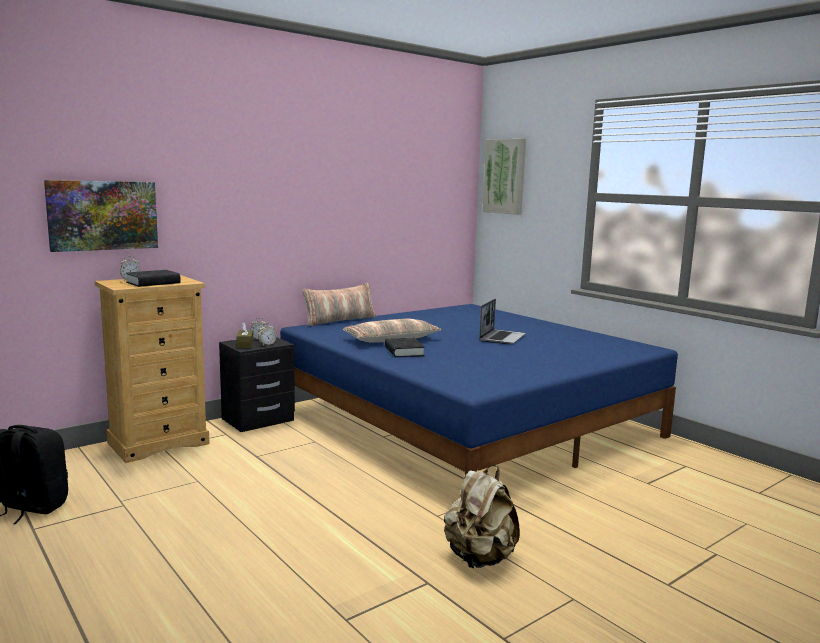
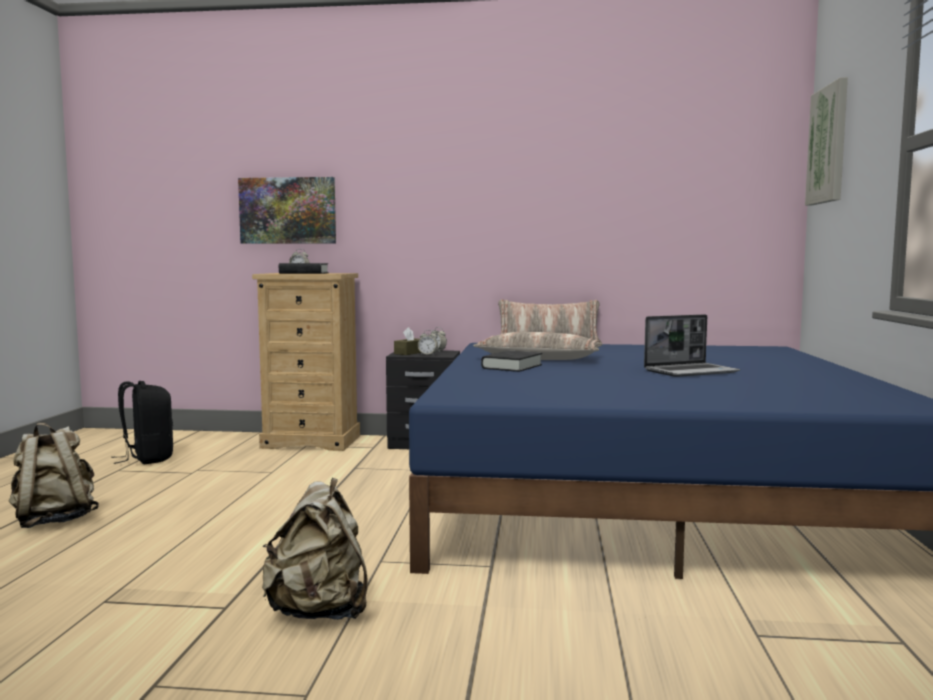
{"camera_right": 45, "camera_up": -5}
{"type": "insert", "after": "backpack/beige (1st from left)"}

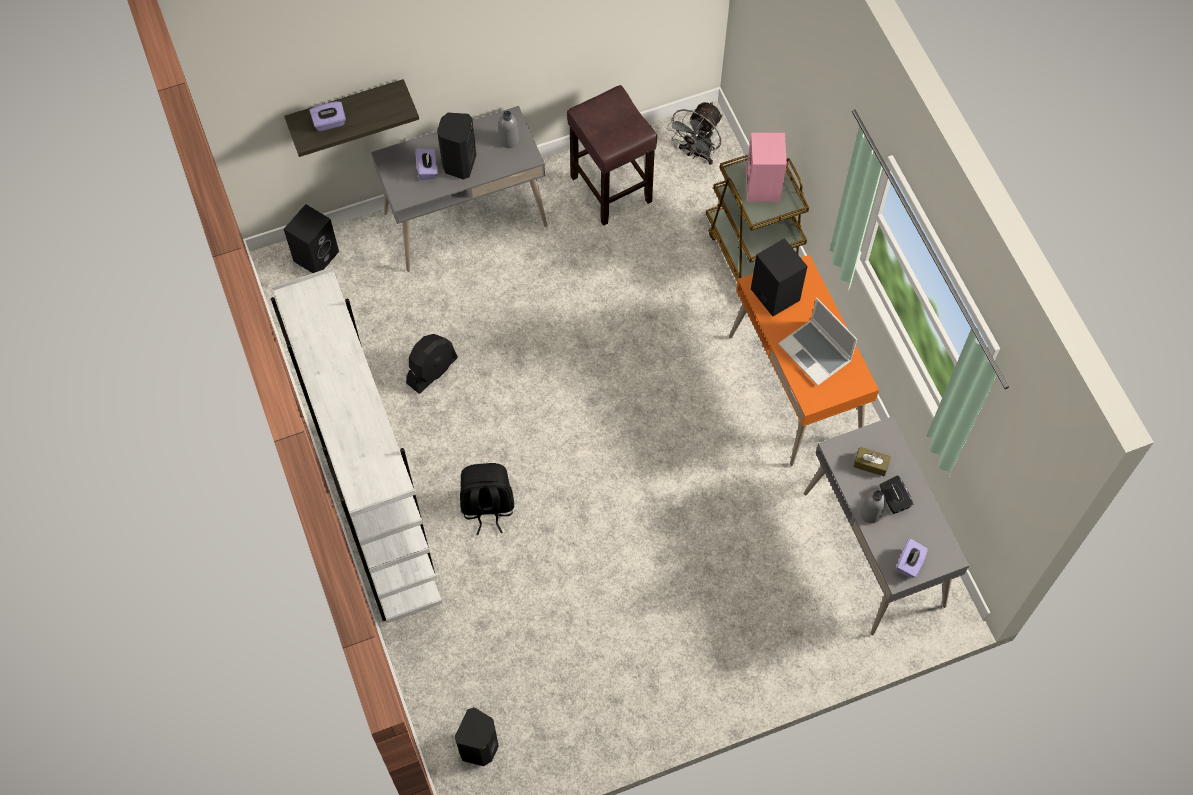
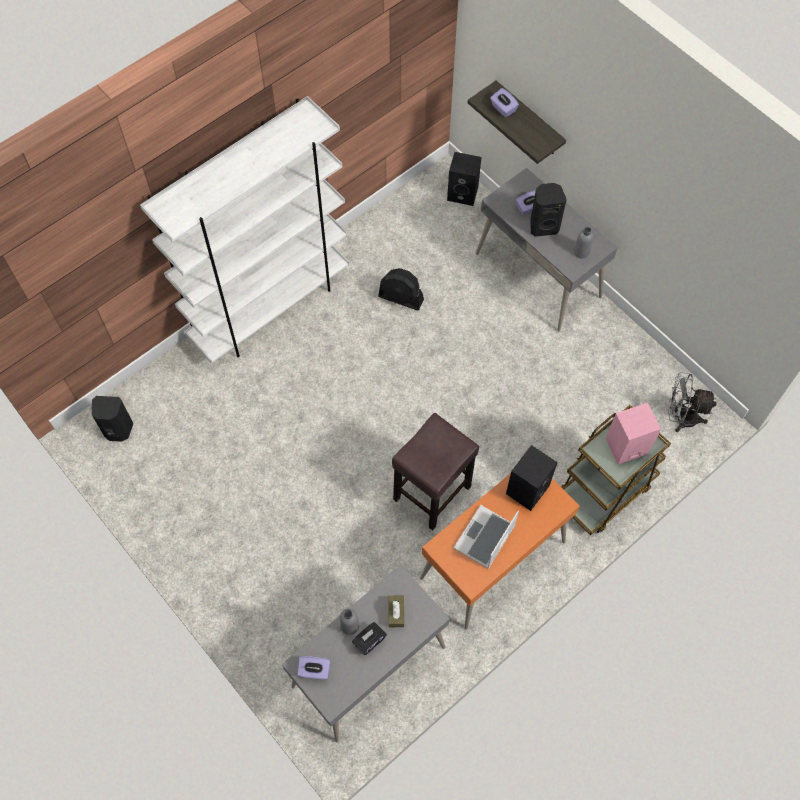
{"camera_right": 70, "camera_up": 0}
{"type": "move", "before": "stool/brown"}
{"type": "delete", "before": "backpack/black"}

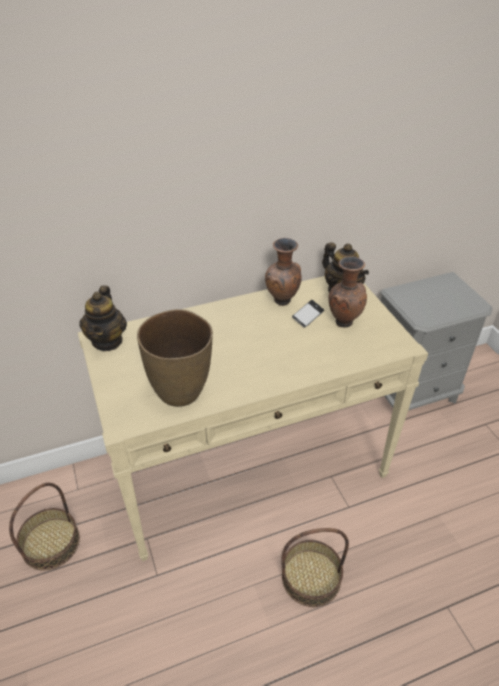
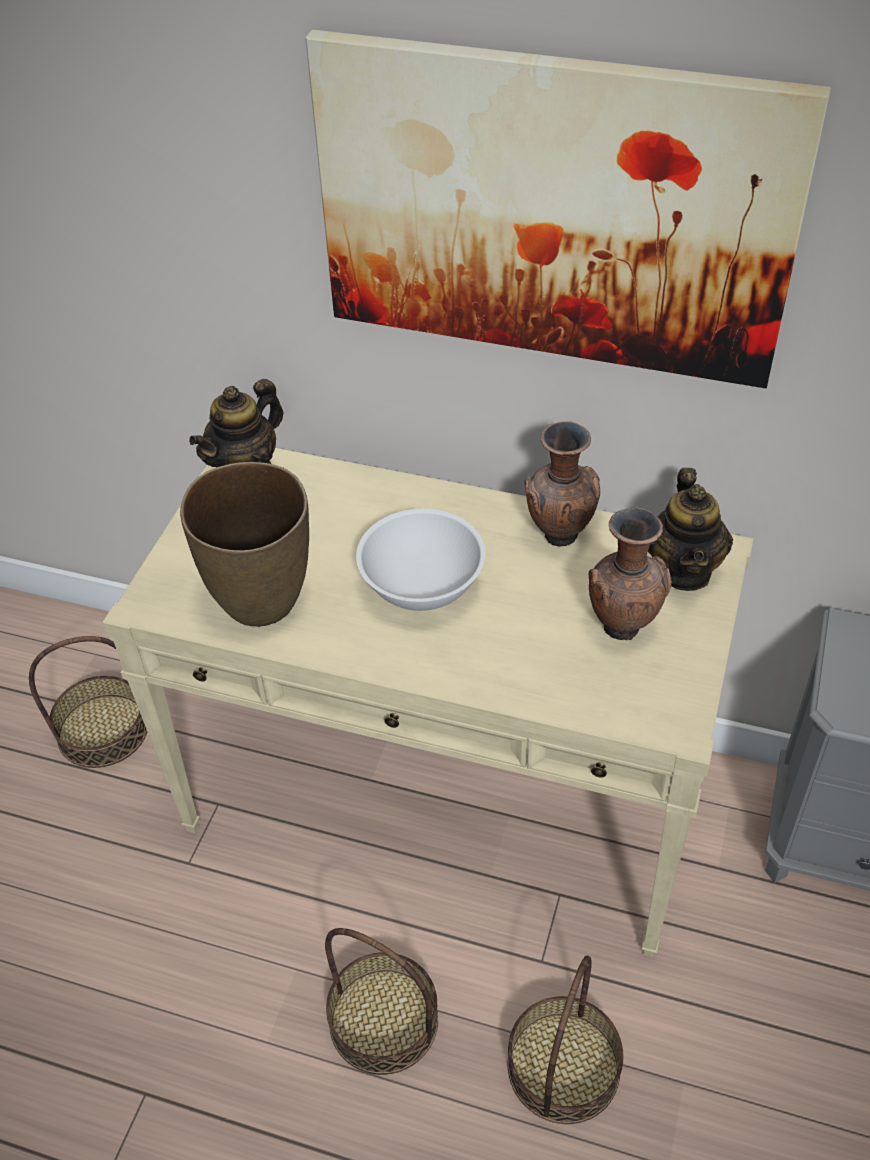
{"camera_right": 40, "camera_up": 5}
{"type": "insert", "after": "picture"}
{"type": "insert", "after": "bowl/white"}
{"type": "insert", "after": "basket (3rd from left)"}
{"type": "delete", "before": "phone"}

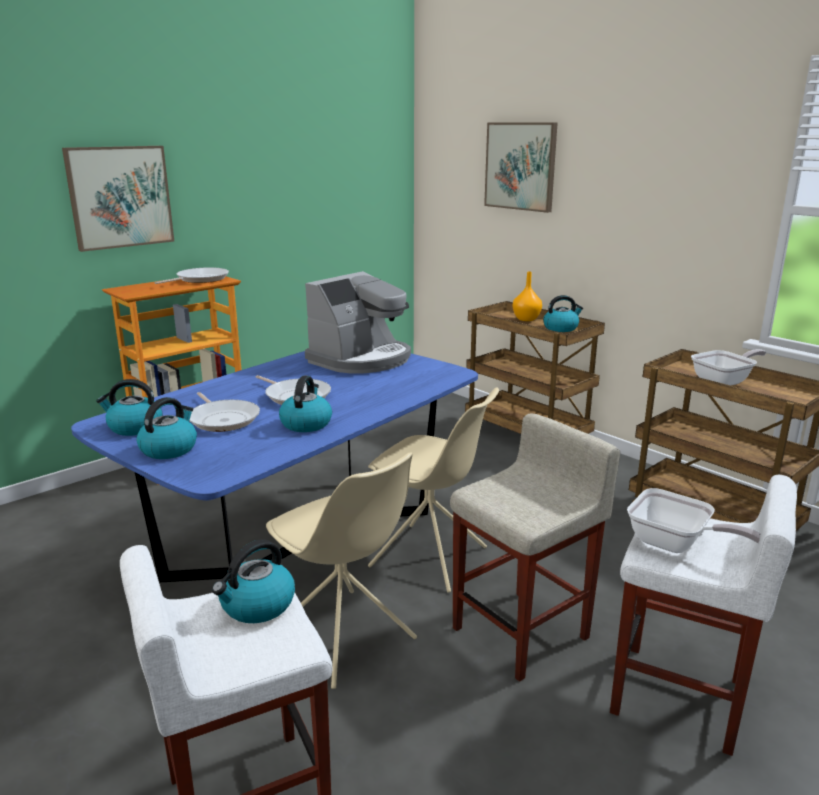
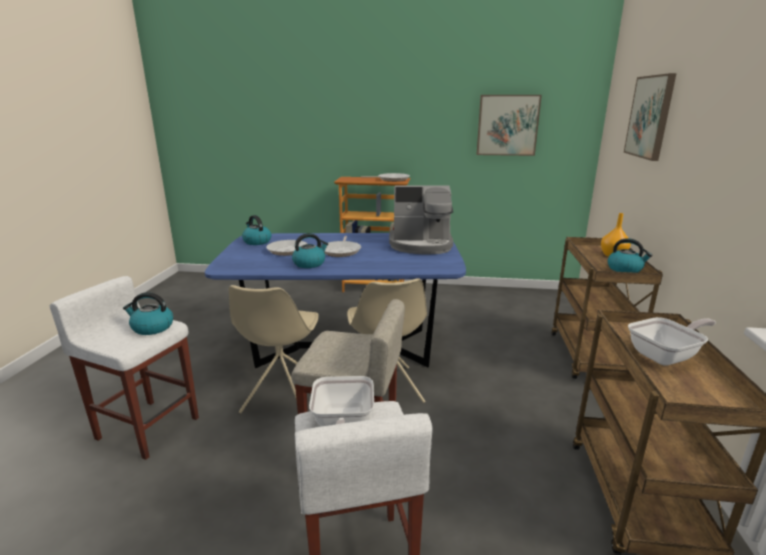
{"camera_right": 50, "camera_up": 0}
{"type": "move", "before": "picture (1st from left)"}
{"type": "rotate", "before": "frying pan (5th from left)", "turn": -45}
{"type": "delete", "before": "kettle (2nd from left)"}

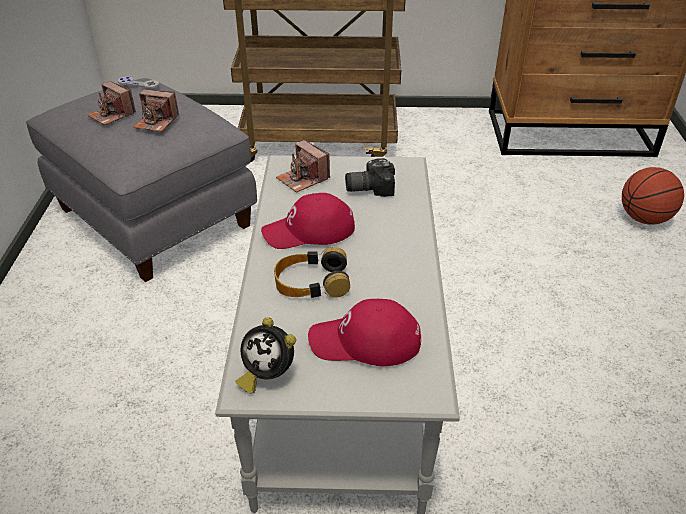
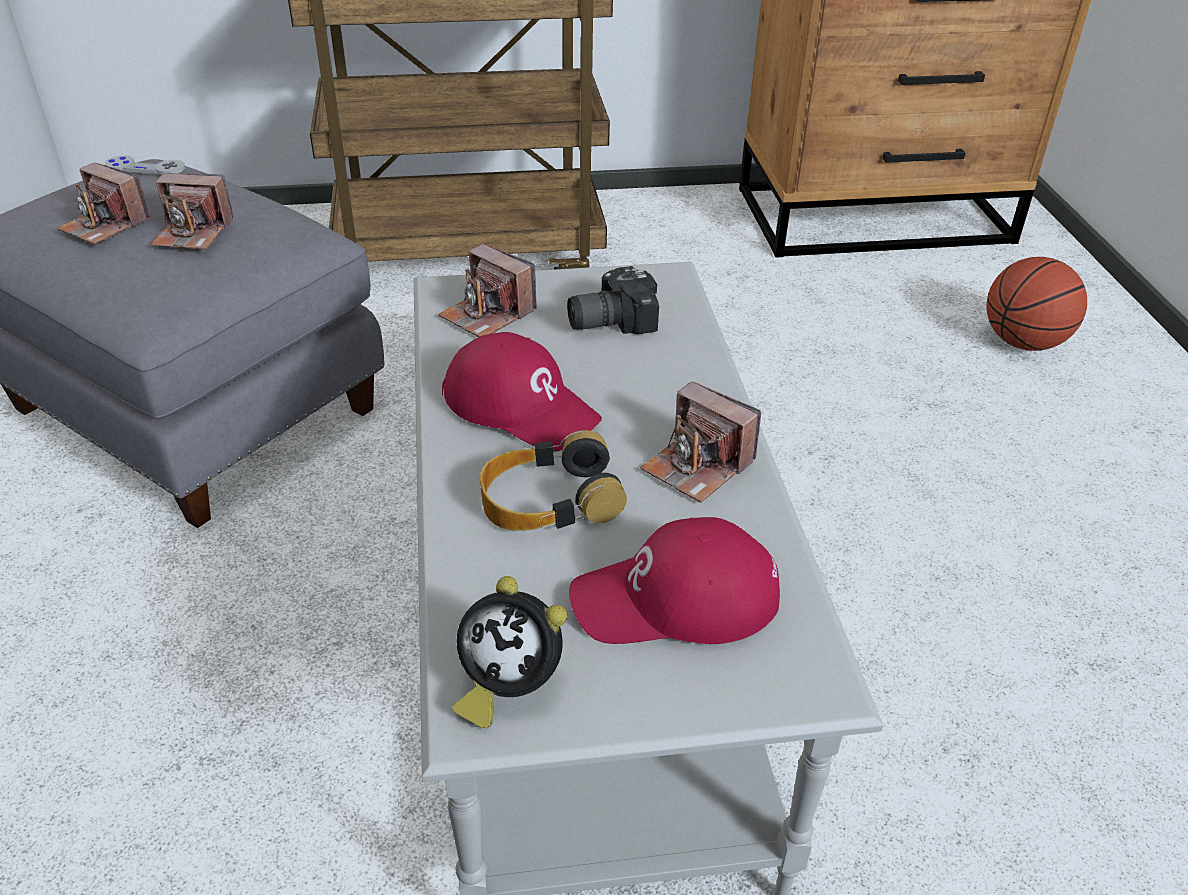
{"camera_right": -10, "camera_up": 0}
{"type": "rotate", "before": "cap/red (1st from left)", "turn": -120}
{"type": "insert", "after": "photo camera (5th from left)"}

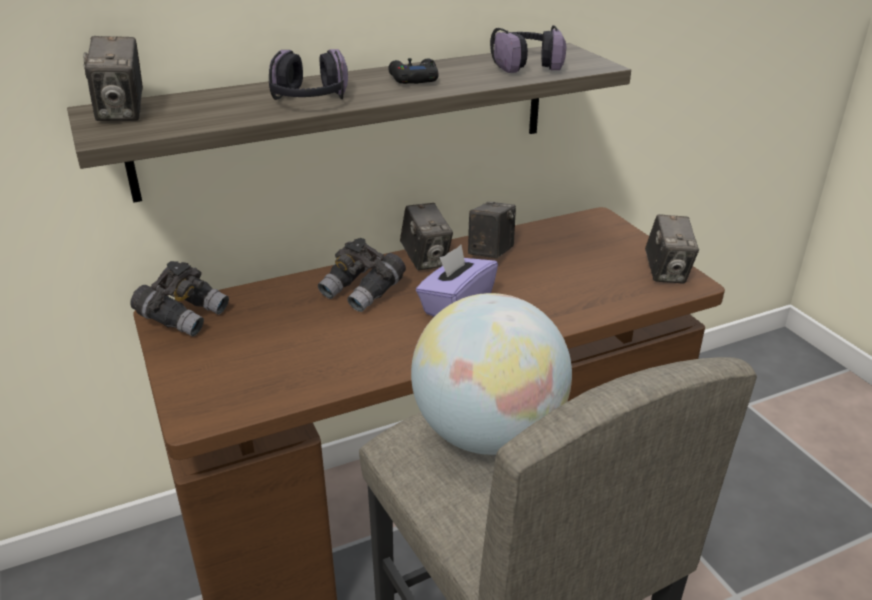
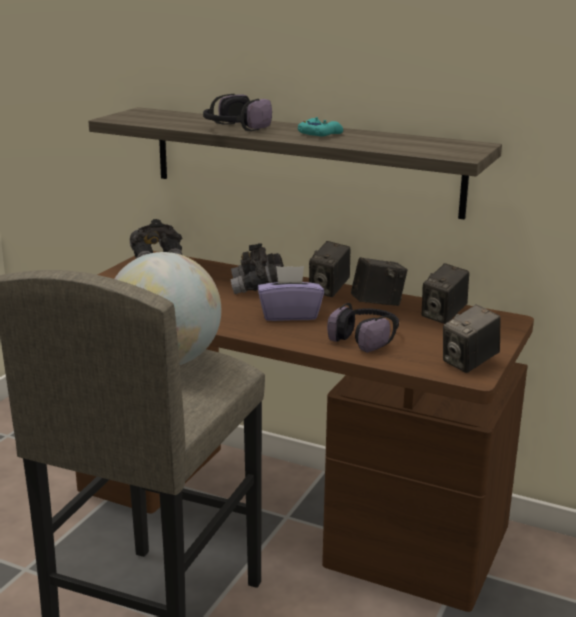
{"camera_right": 50, "camera_up": -10}
{"type": "recolor", "before": "game controller/black", "after": "game controller/turquoise"}
{"type": "move", "before": "headphones (2nd from left)"}
{"type": "move", "before": "photo camera (1st from left in the first image)", "after": "photo camera (3rd from left)"}

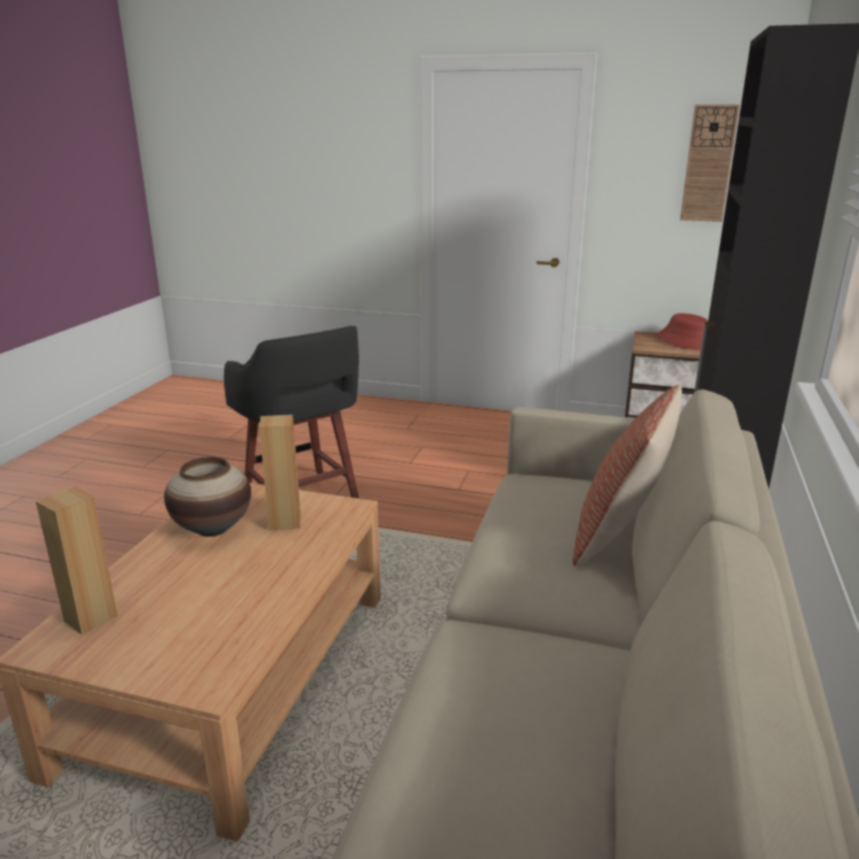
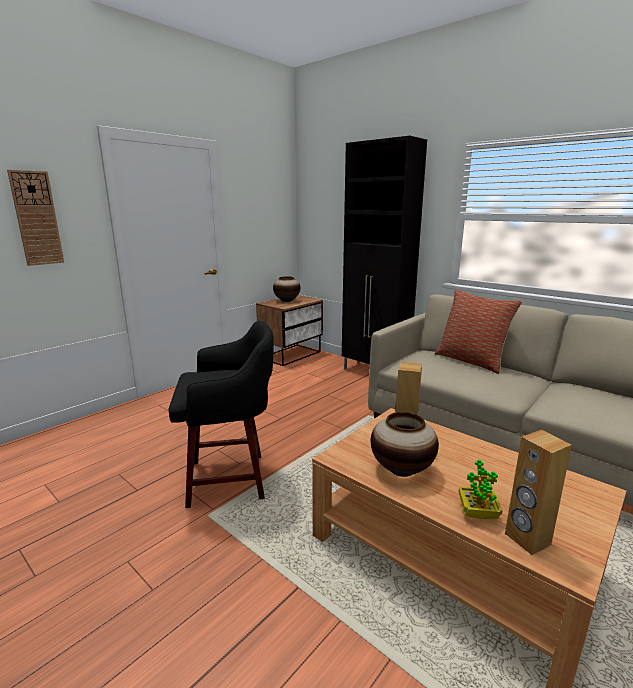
{"camera_right": -65, "camera_up": -5}
{"type": "move", "before": "wall clock"}
{"type": "replace", "before": "hat/red", "after": "vase (1st from left)"}
{"type": "insert", "after": "potted plant"}

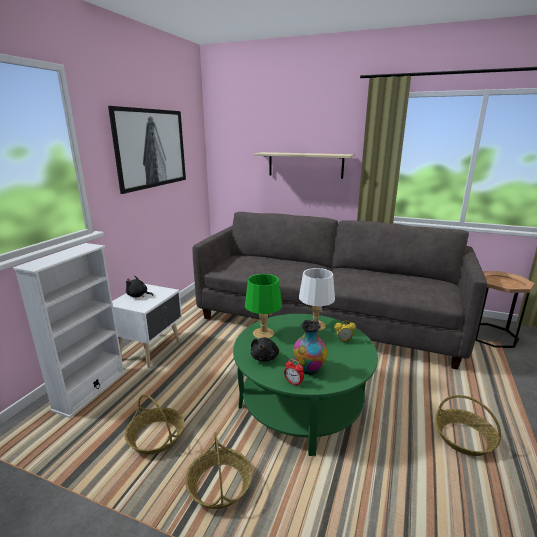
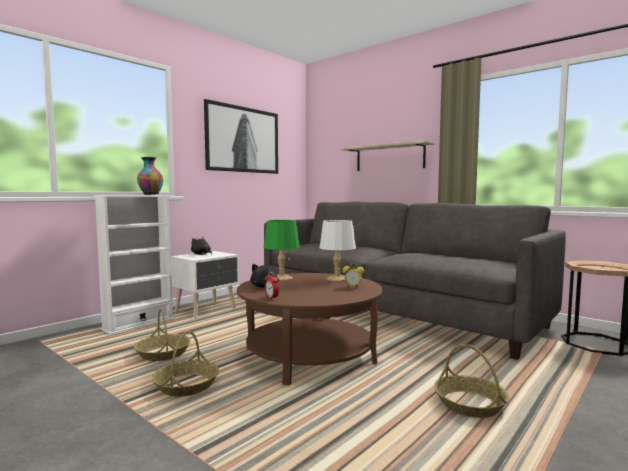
{"camera_right": 20, "camera_up": -15}
{"type": "move", "before": "vase"}
{"type": "recolor", "before": "coffee table/green", "after": "coffee table/brown"}

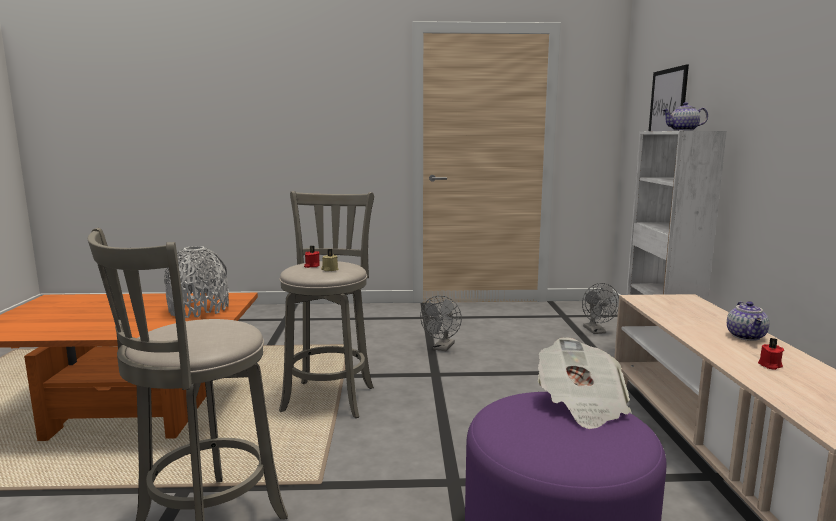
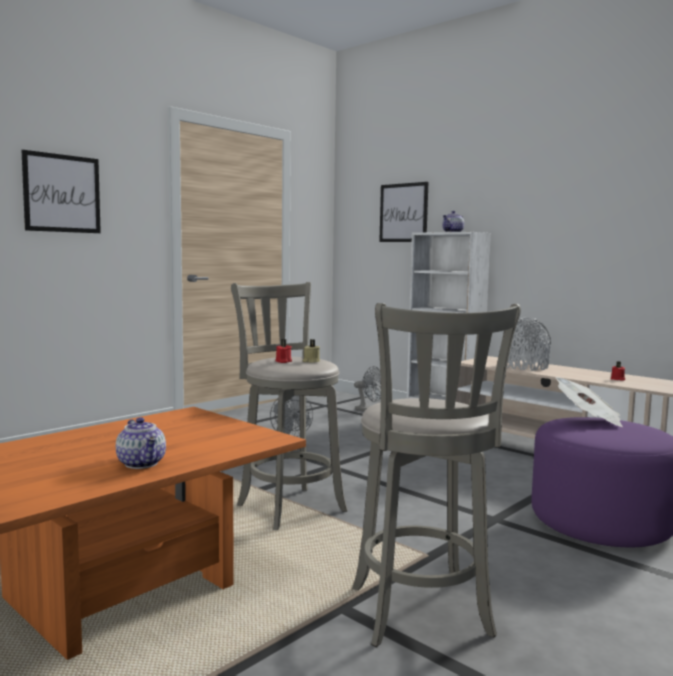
{"camera_right": -45, "camera_up": -5}
{"type": "insert", "after": "picture (1st from left)"}
{"type": "move", "before": "teapot (2nd from left in the first image)", "after": "teapot (1st from left)"}
{"type": "move", "before": "vase/grey"}

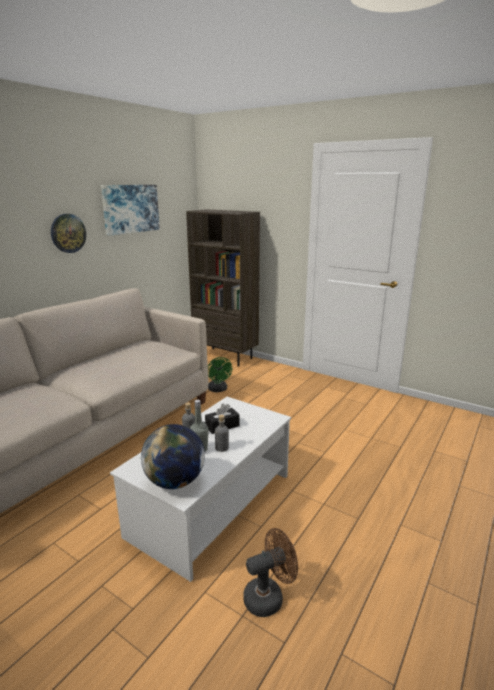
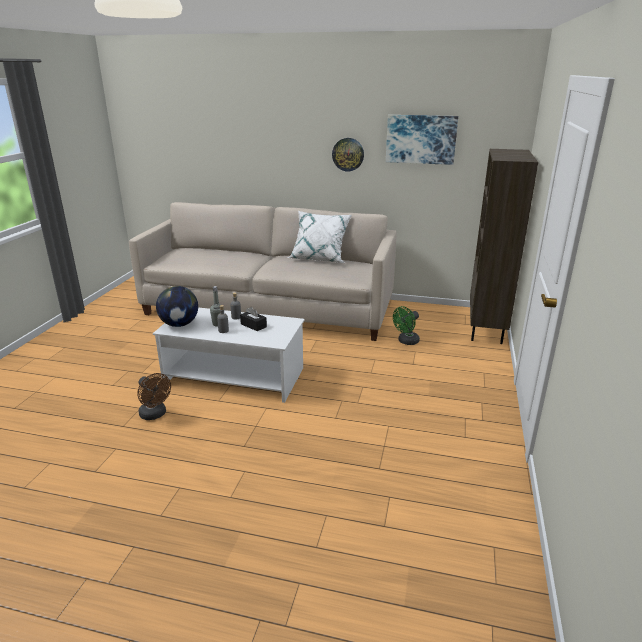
{"camera_right": 70, "camera_up": 5}
{"type": "insert", "after": "pillow/white"}

